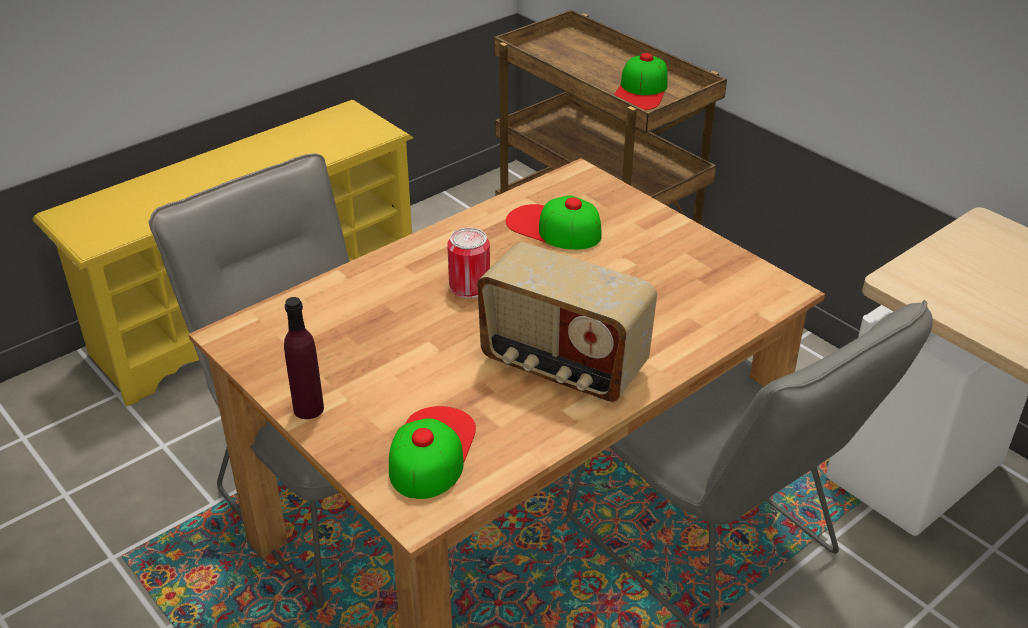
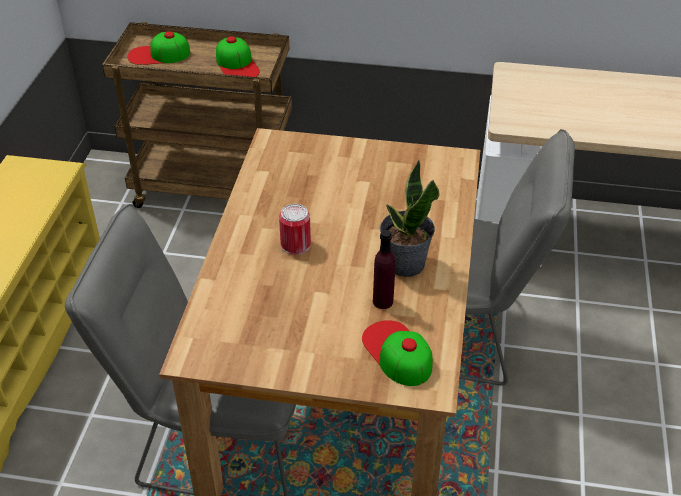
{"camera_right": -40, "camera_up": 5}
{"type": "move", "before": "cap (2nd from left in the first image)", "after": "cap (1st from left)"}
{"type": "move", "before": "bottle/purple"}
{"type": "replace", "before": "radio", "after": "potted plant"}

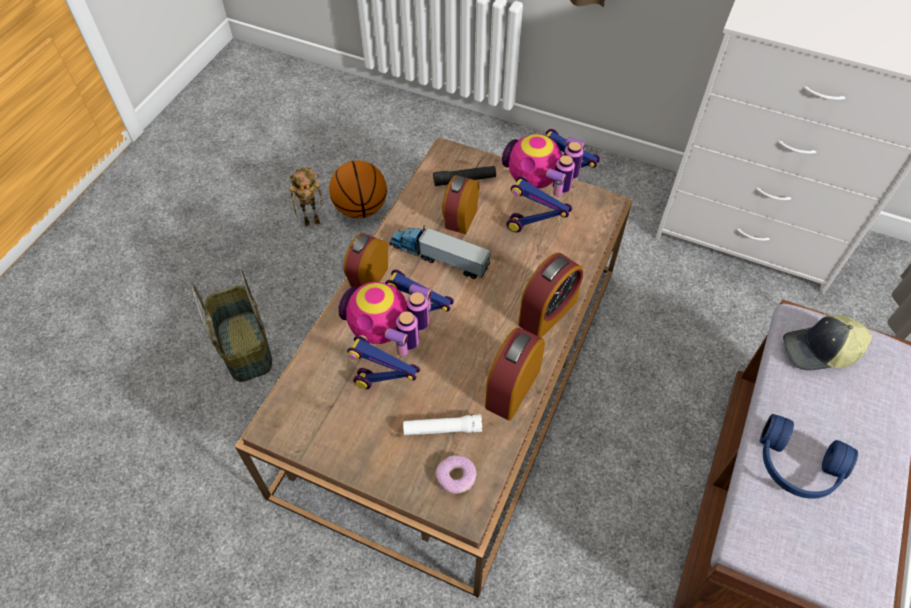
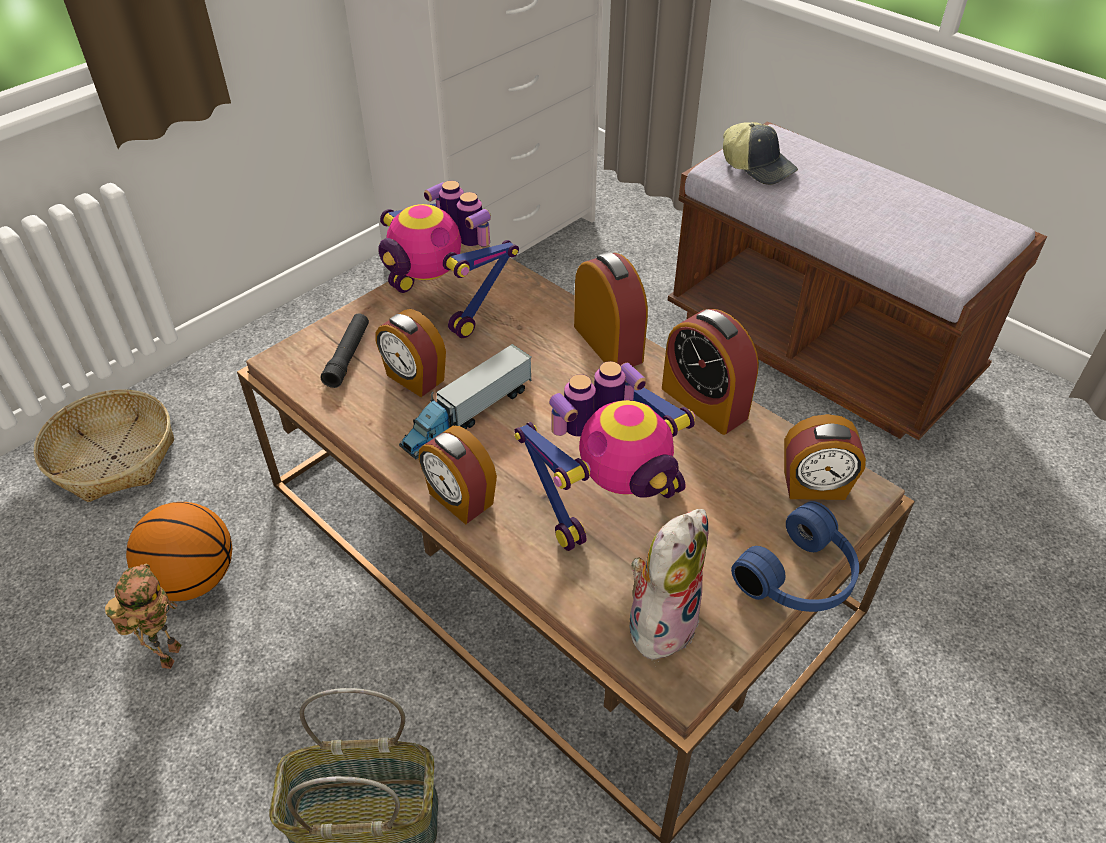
{"camera_right": -70, "camera_up": -10}
{"type": "insert", "after": "basket (1st from left)"}
{"type": "rotate", "before": "toy robot (2nd from left in the first image)", "turn": -75}
{"type": "insert", "after": "plush toy"}
{"type": "rotate", "before": "cap", "turn": -60}
{"type": "move", "before": "headphones/blue"}
{"type": "replace", "before": "donut", "after": "alarm clock (5th from left)"}
{"type": "delete", "before": "flashlight/white"}

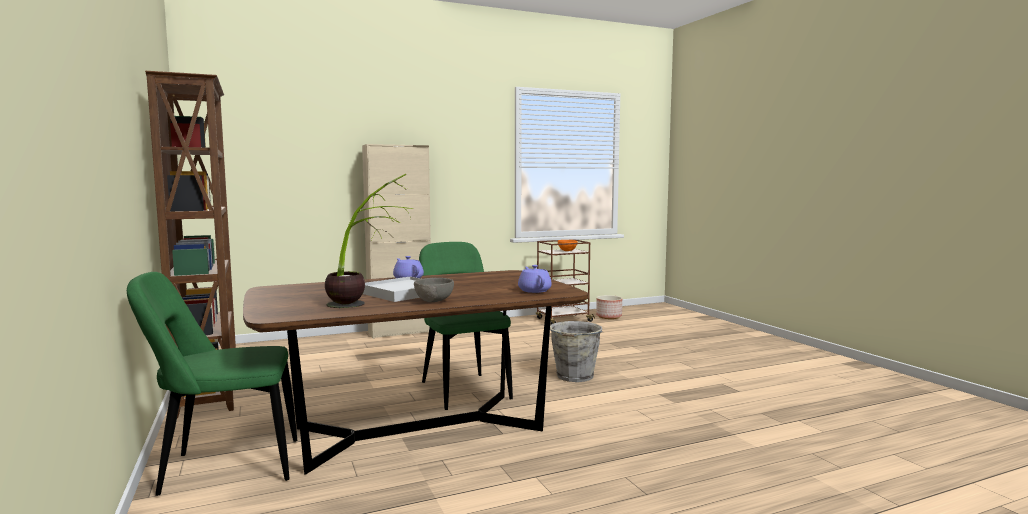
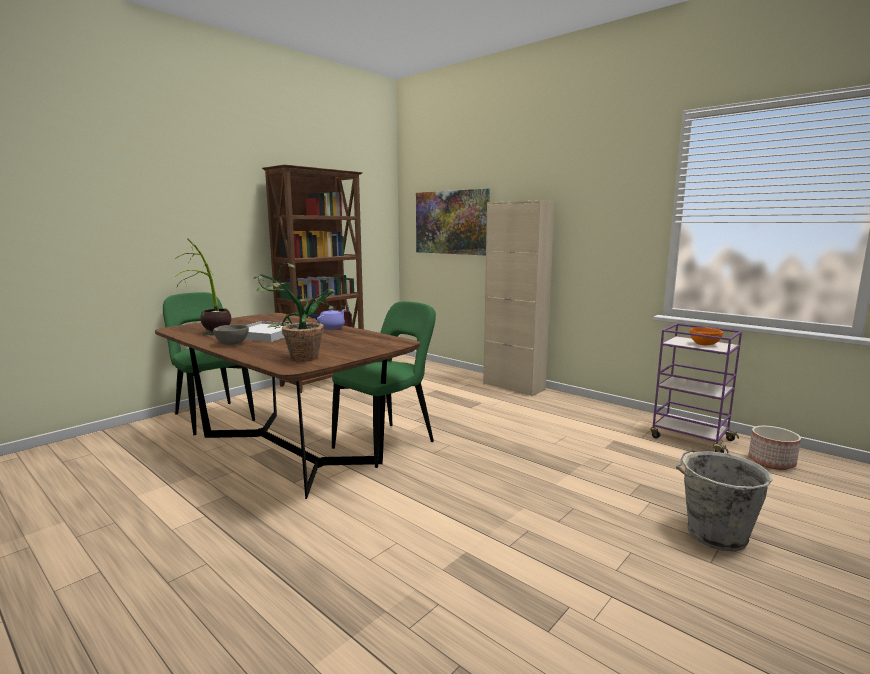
{"camera_right": 65, "camera_up": 5}
{"type": "replace", "before": "teapot/purple (2nd from left)", "after": "potted plant (2nd from left)"}
{"type": "insert", "after": "picture"}
{"type": "recolor", "before": "cart/brown", "after": "cart/purple"}
{"type": "move", "before": "bucket/grey"}

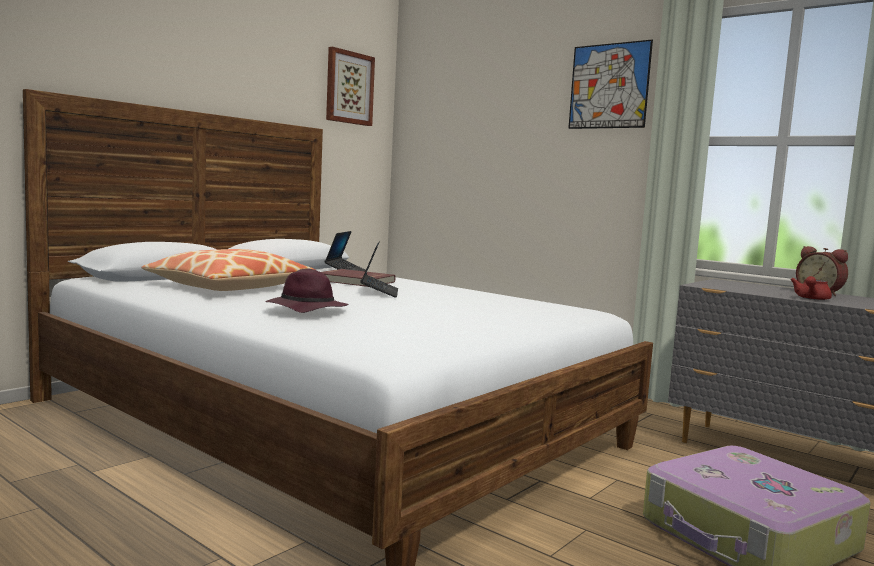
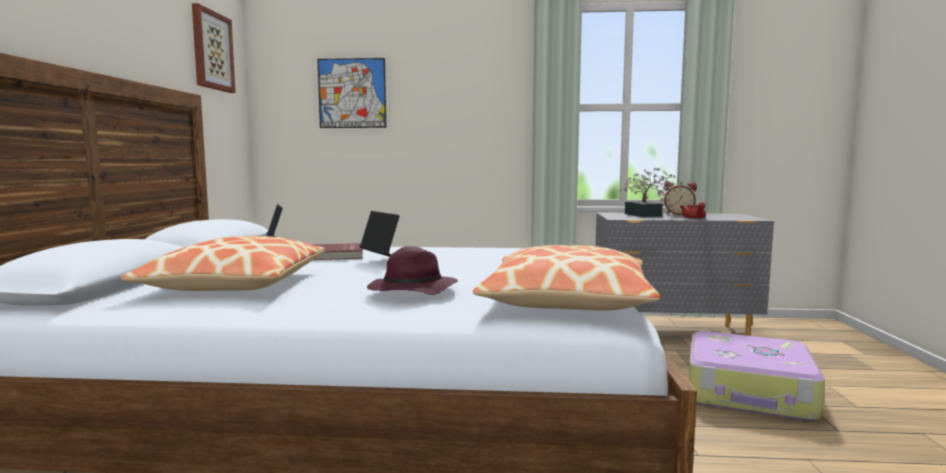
{"camera_right": -35, "camera_up": 0}
{"type": "move", "before": "picture (2nd from left)"}
{"type": "insert", "after": "pillow (2nd from left)"}
{"type": "insert", "after": "potted plant"}

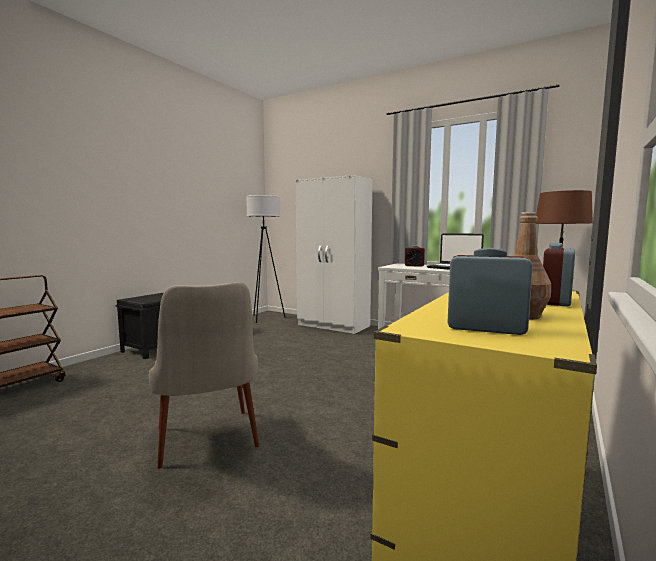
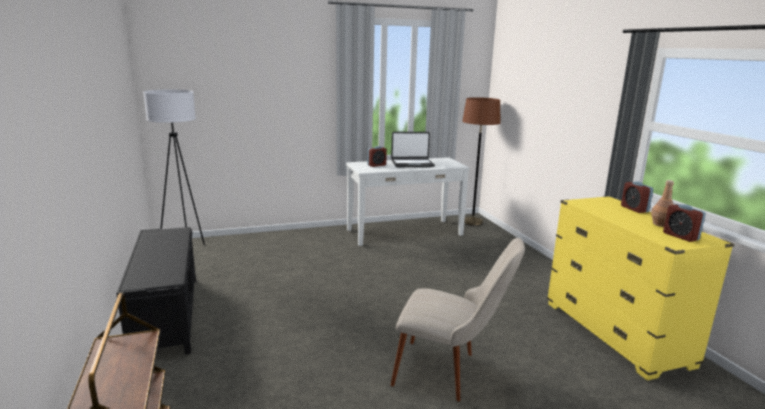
{"camera_right": -50, "camera_up": 10}
{"type": "rotate", "before": "alarm clock (2nd from left in the first image)", "turn": -90}
{"type": "delete", "before": "wardrobe/white"}

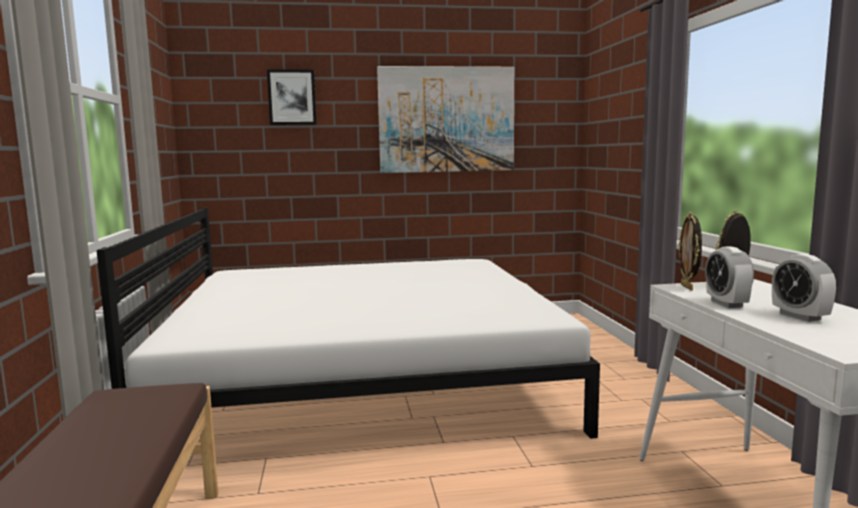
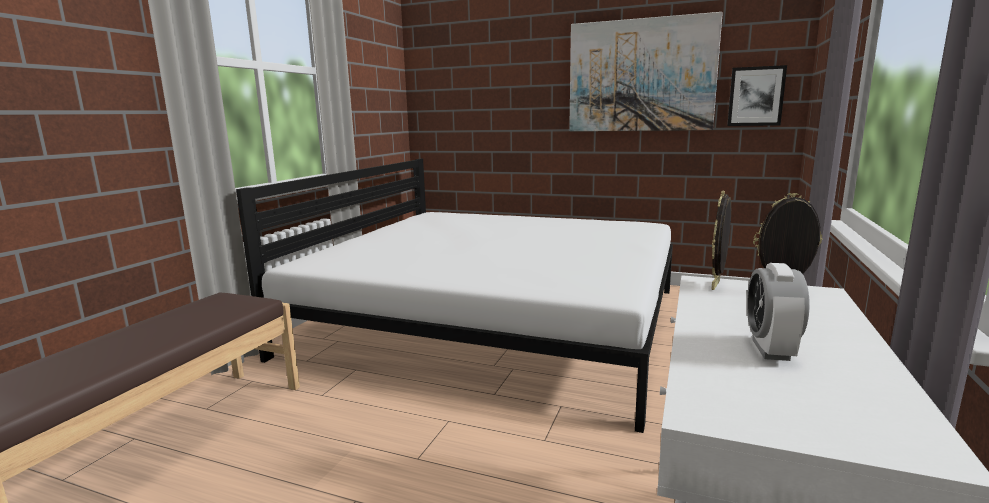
{"camera_right": 30, "camera_up": 5}
{"type": "move", "before": "picture (1st from left in the first image)", "after": "picture (2nd from left)"}
{"type": "delete", "before": "alarm clock (1st from left)"}

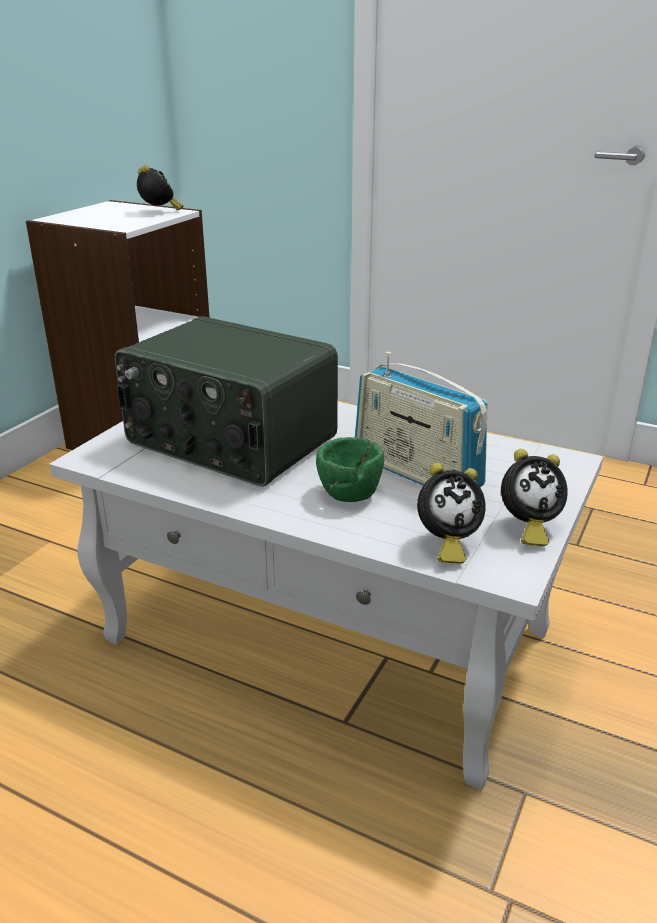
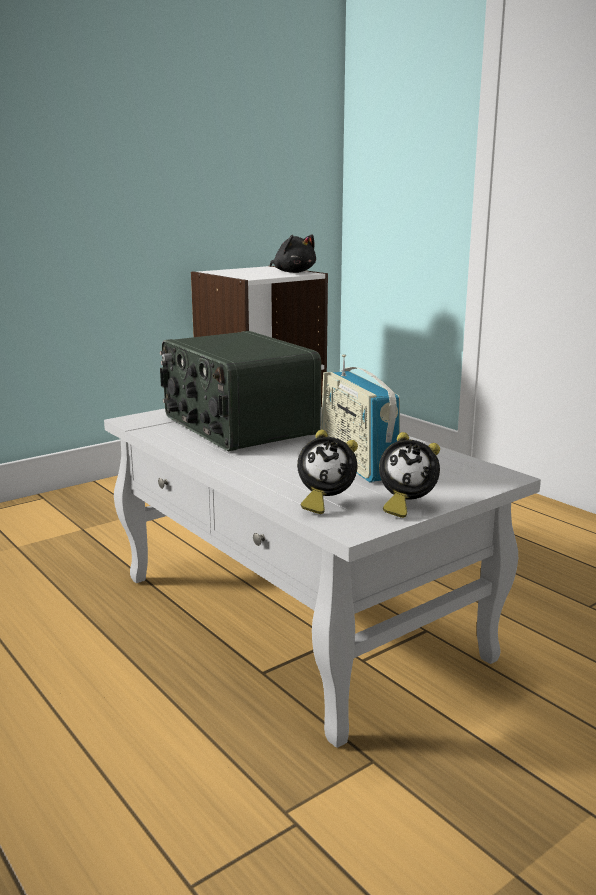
{"camera_right": 25, "camera_up": -10}
{"type": "replace", "before": "alarm clock (1st from left)", "after": "plush toy/black"}
{"type": "delete", "before": "bowl/green"}

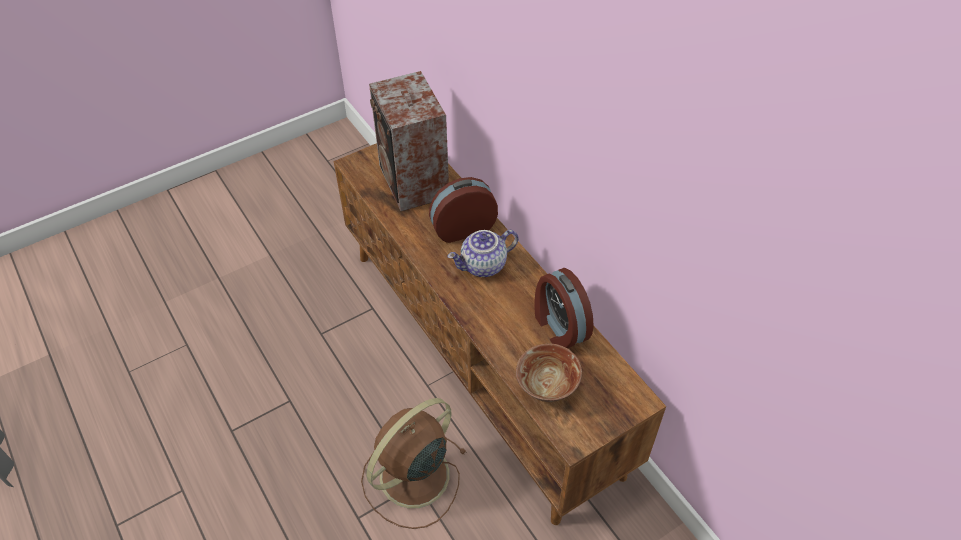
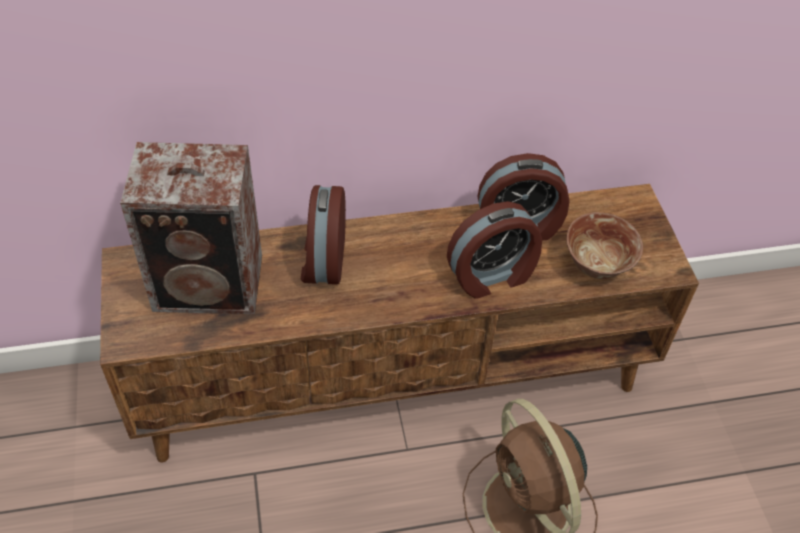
{"camera_right": -70, "camera_up": 0}
{"type": "insert", "after": "alarm clock (2nd from left)"}
{"type": "delete", "before": "teapot"}

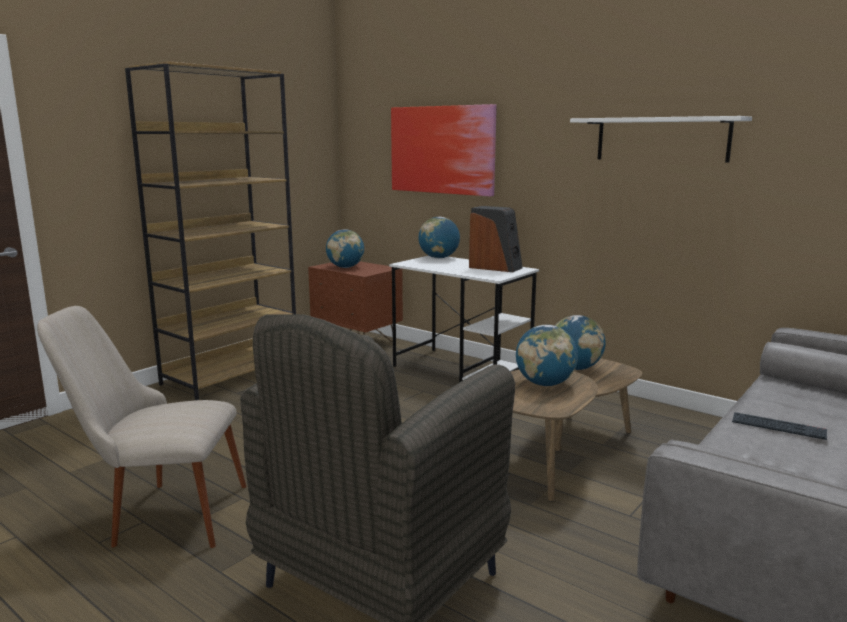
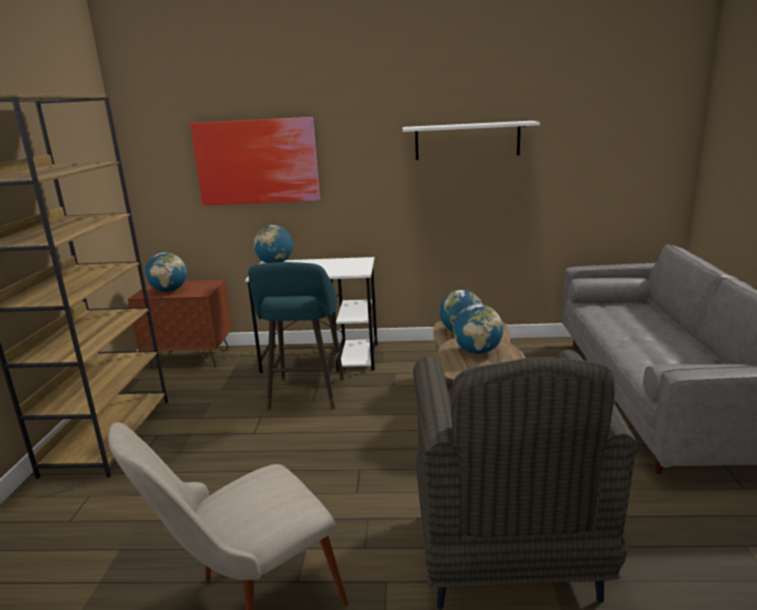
{"camera_right": -35, "camera_up": 5}
{"type": "insert", "after": "stool/turquoise"}
{"type": "delete", "before": "speaker"}
{"type": "delete", "before": "keyboard"}

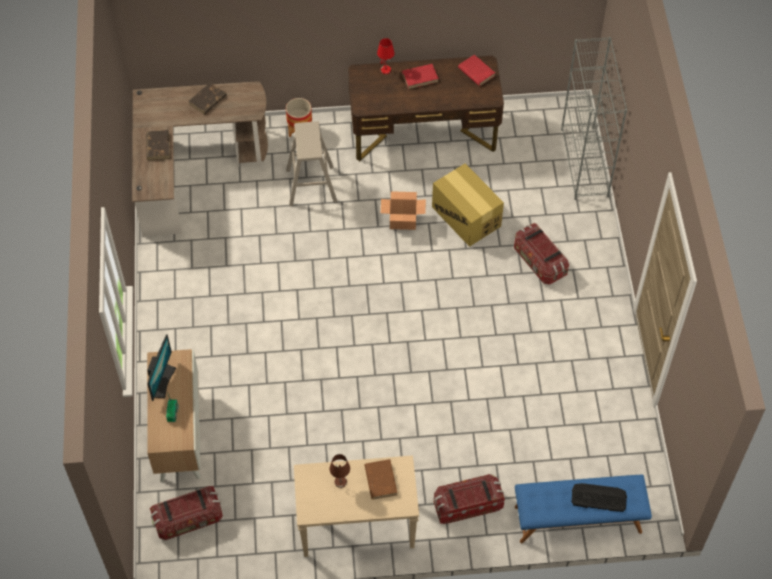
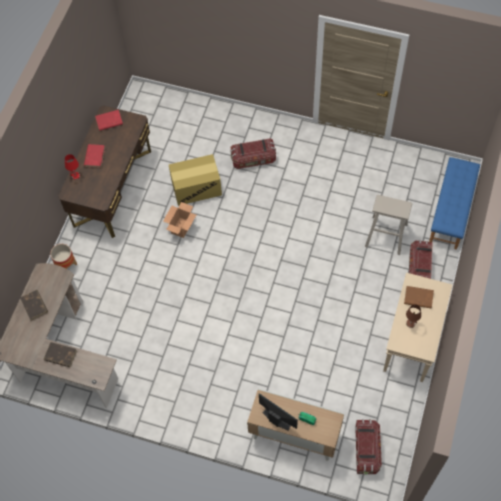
{"camera_right": -65, "camera_up": 5}
{"type": "move", "before": "stool/beige"}
{"type": "delete", "before": "bookcase/grey"}
{"type": "delete", "before": "keyboard"}

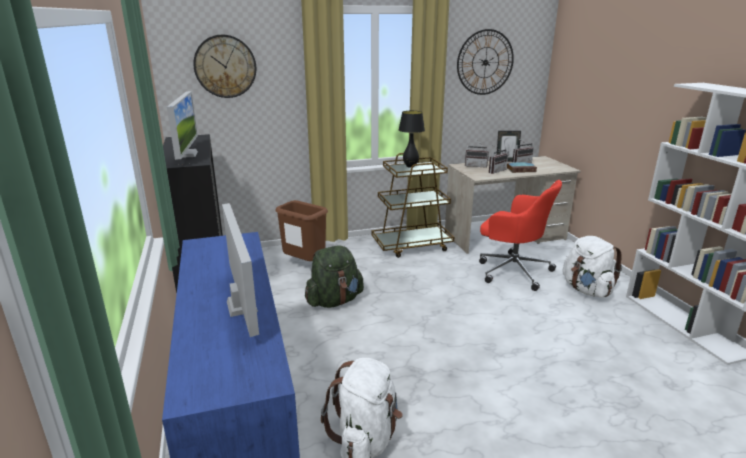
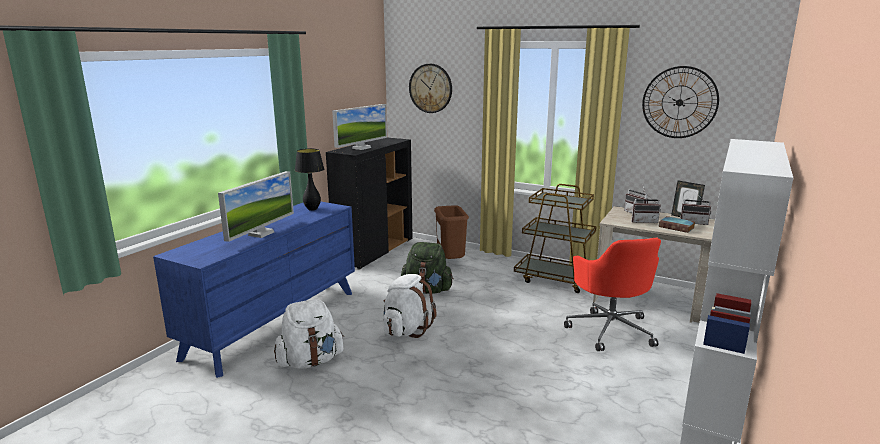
{"camera_right": 45, "camera_up": -5}
{"type": "move", "before": "table lamp/black"}
{"type": "move", "before": "backpack/white (2nd from left)"}

